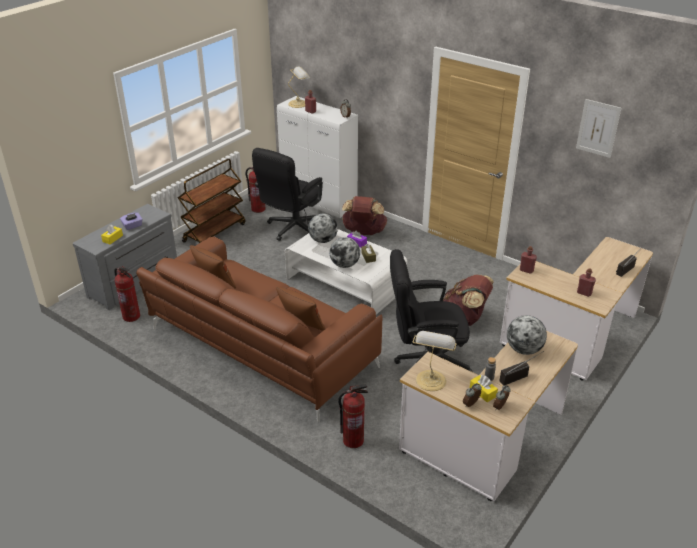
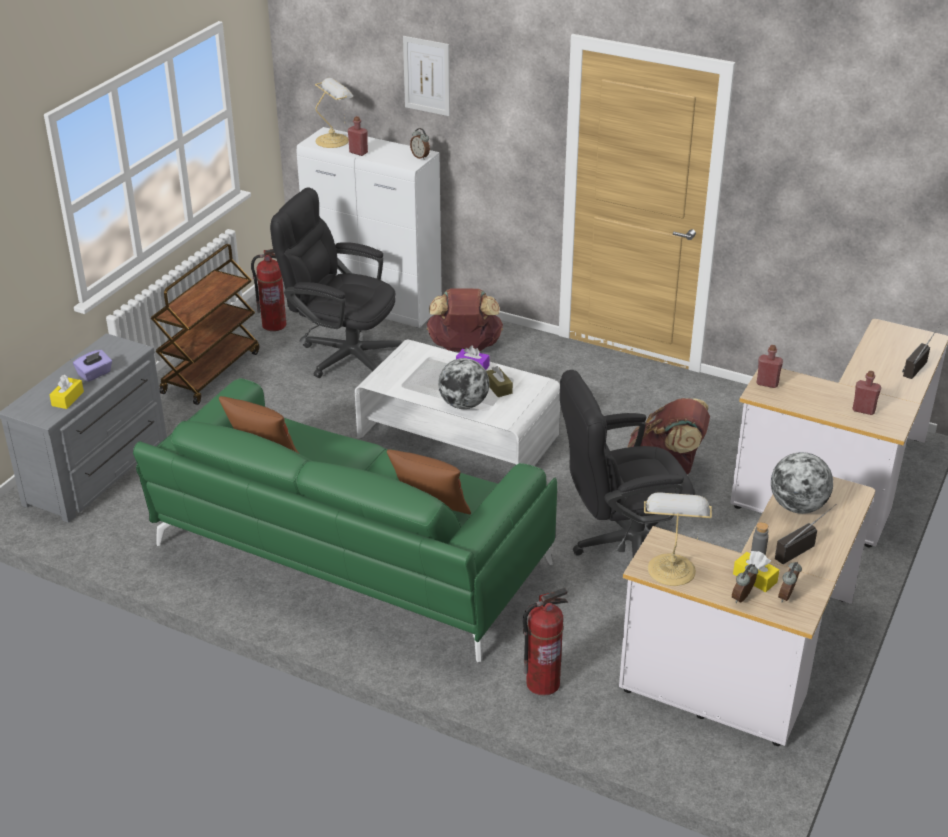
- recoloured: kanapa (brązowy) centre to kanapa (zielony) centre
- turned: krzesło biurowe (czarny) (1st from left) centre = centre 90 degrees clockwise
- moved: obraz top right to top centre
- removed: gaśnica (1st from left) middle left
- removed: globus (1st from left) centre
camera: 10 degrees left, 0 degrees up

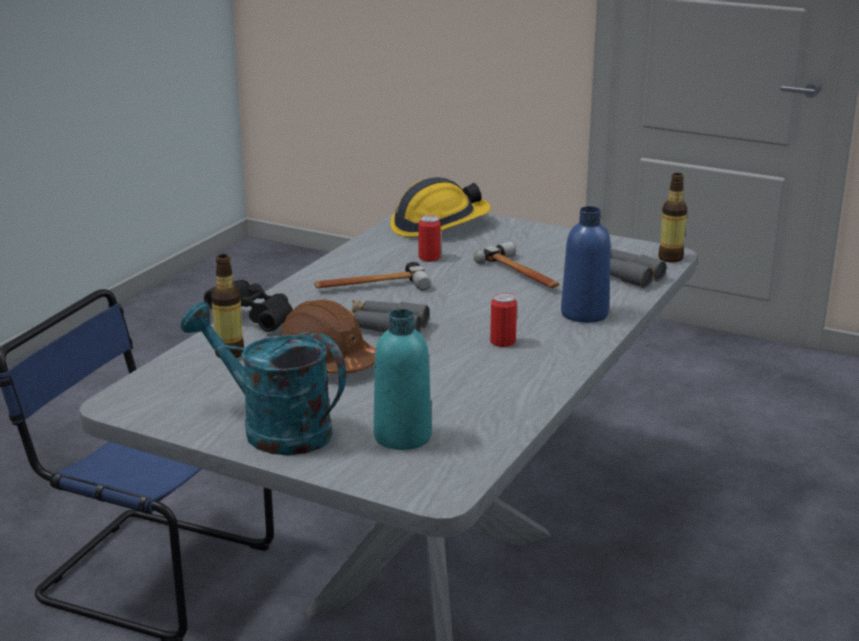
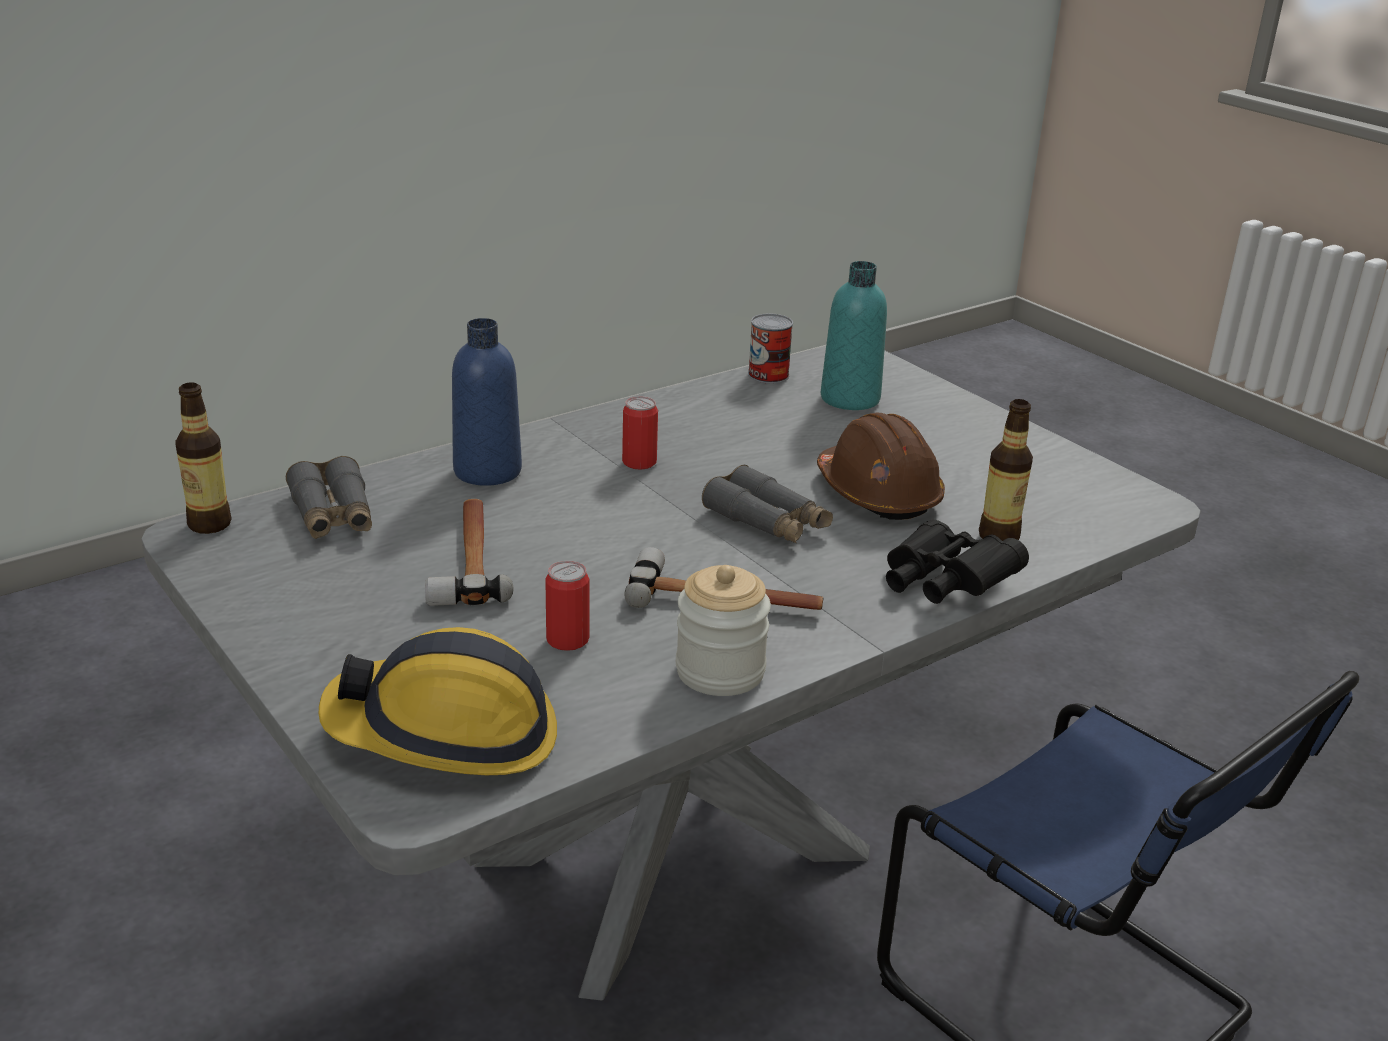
- added: słoik centre
- added: puszka (3rd from left) centre
- removed: konewka (turkusowy) middle left
camera: 155 degrees left, 5 degrees up

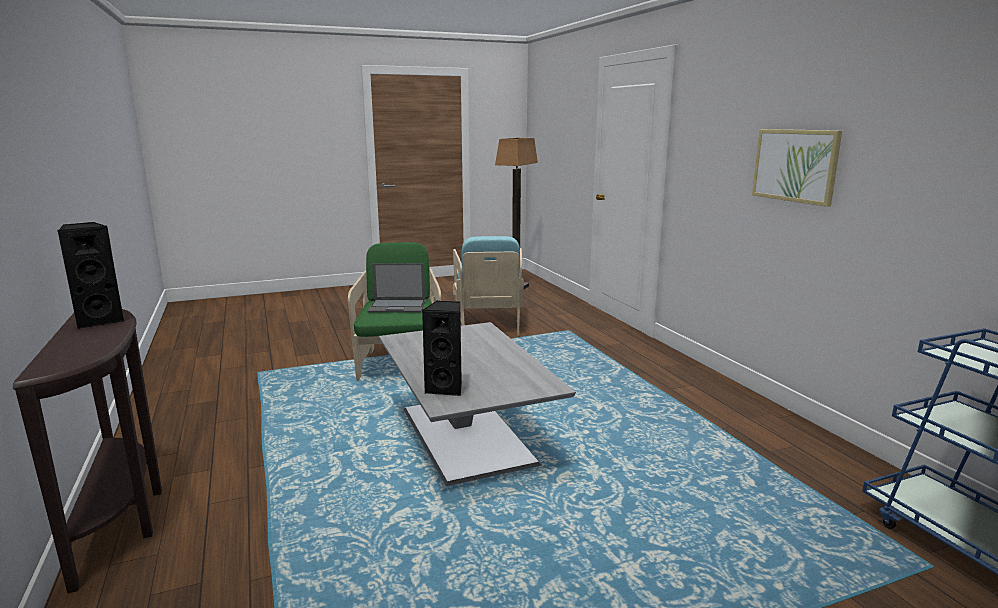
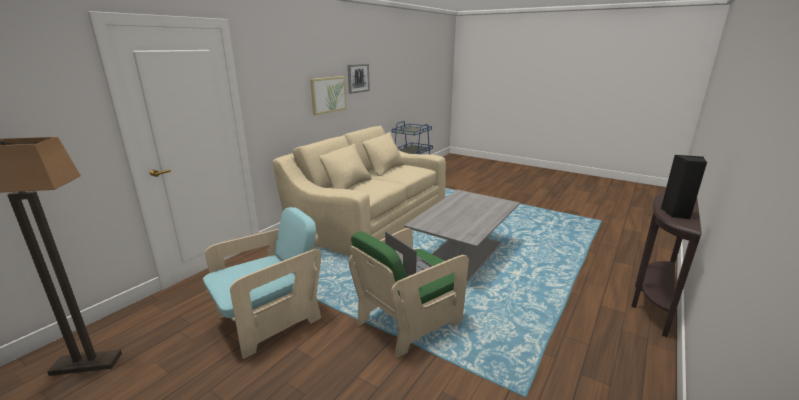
- added: kanapa (beżowy) centre
- added: obraz (2nd from left) top centre
- removed: głośnik (czarny) (2nd from left) centre
camera: 125 degrees left, 5 degrees up

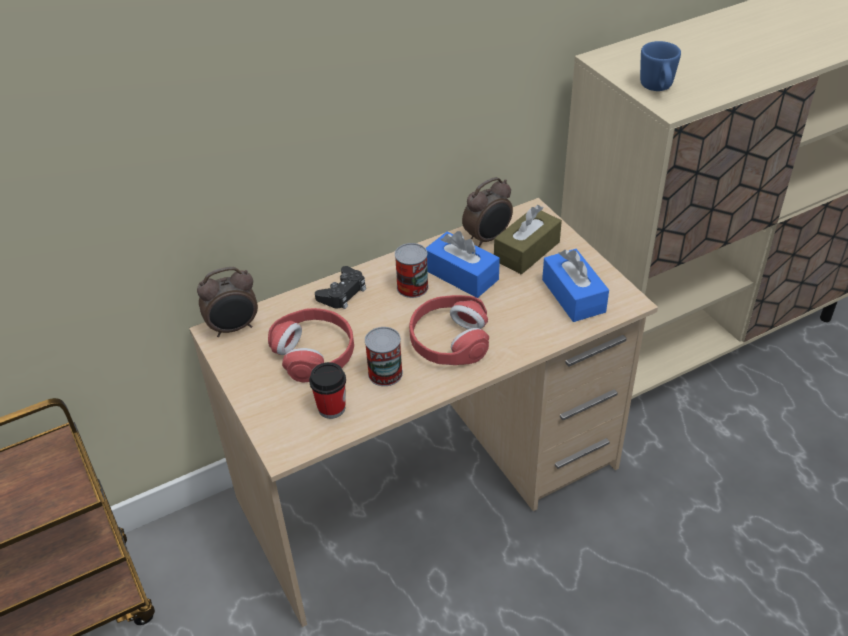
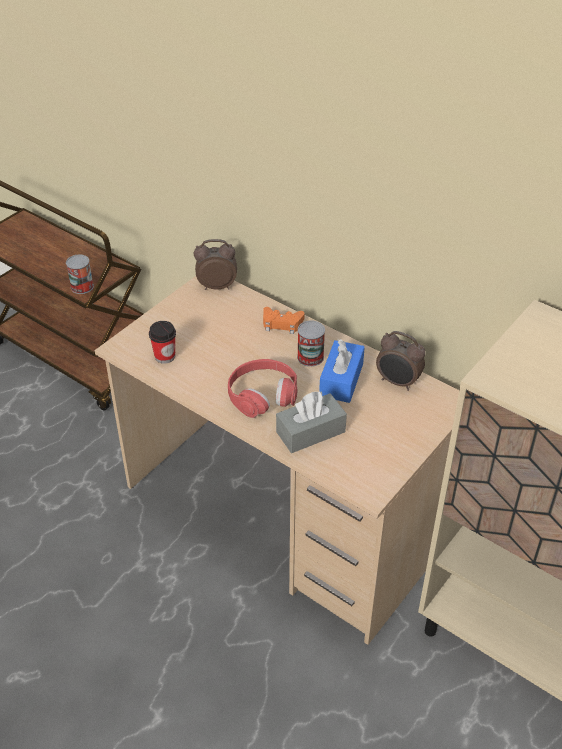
- moved: puszka (1st from left) centre to middle left
- turned: budzik (1st from left) middle left = centre 135 degrees clockwise
- recoloured: pad do gier (czarny) centre to pad do gier (pomarańczowy) centre
- added: pudełko chusteczek (szary) centre
- removed: słuchawki (czerwony) (1st from left) centre
- removed: pudełko chusteczek (brązowy) centre
- removed: pudełko chusteczek (niebieski) (2nd from left) middle right
- removed: kubek (niebieski) top right
camera: 65 degrees right, 0 degrees up

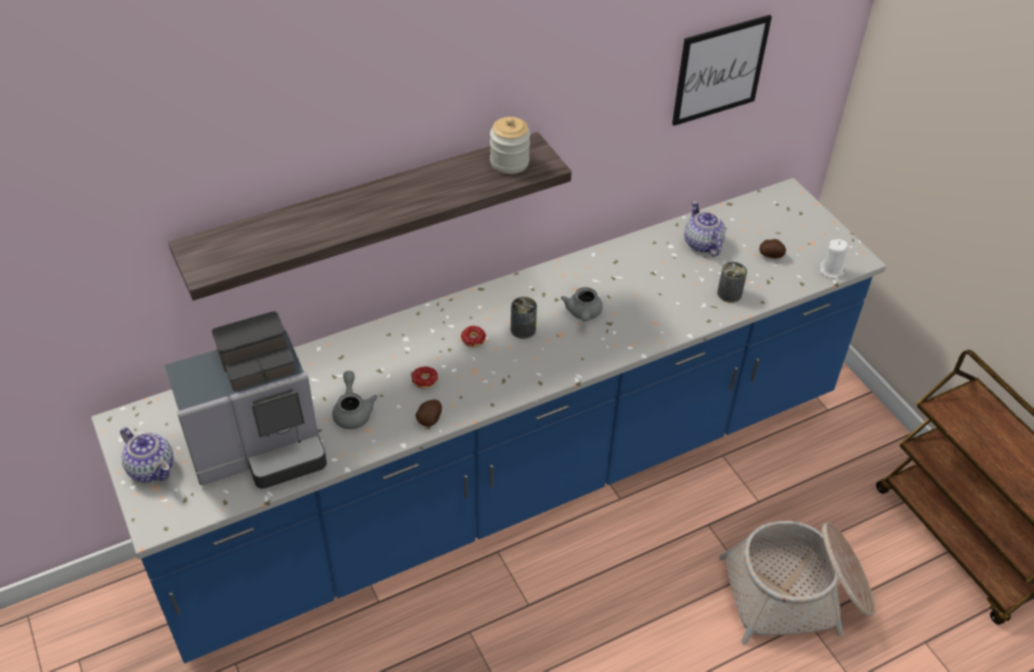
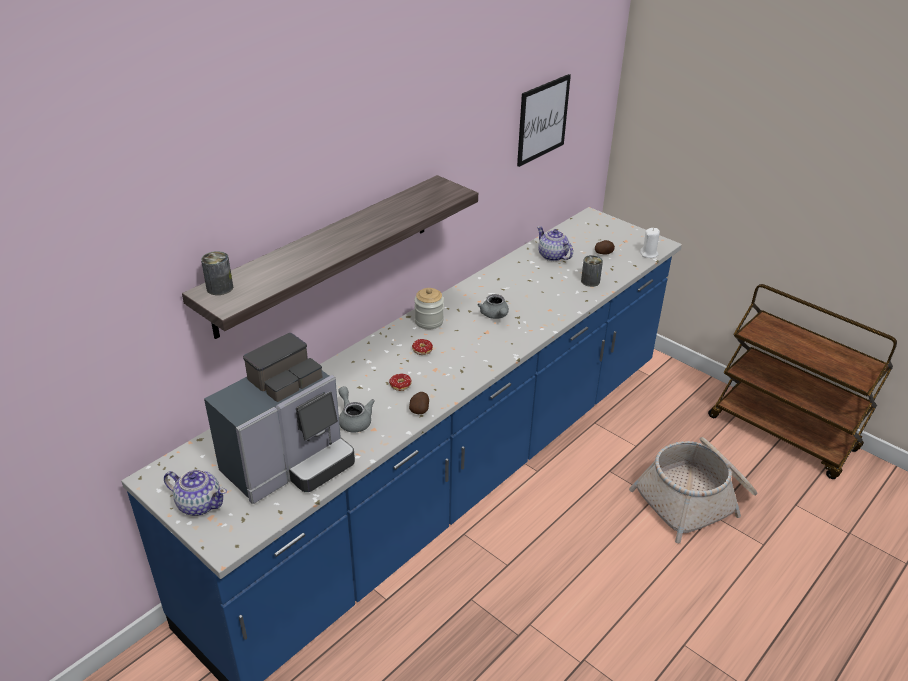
- moved: puszka (1st from left) centre to middle left
- moved: słoik top centre to centre
camera: 20 degrees left, 10 degrees down

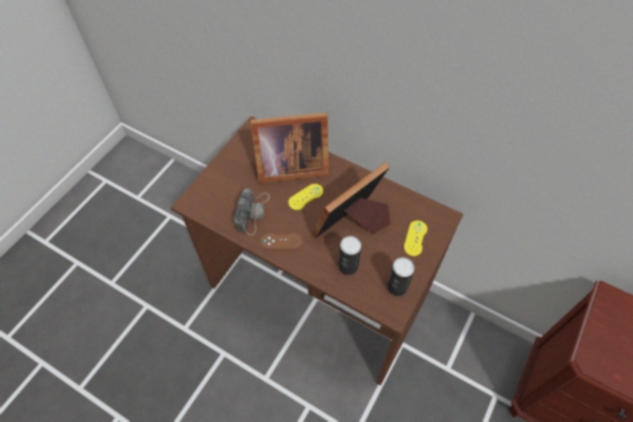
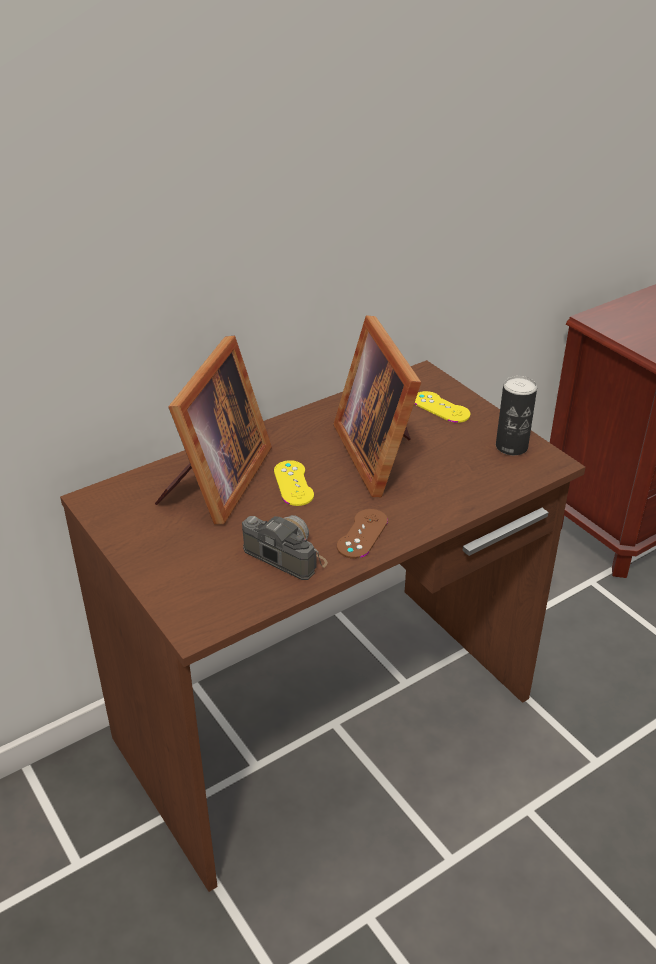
- removed: puszka (1st from left) centre
camera: 65 degrees left, 20 degrees down

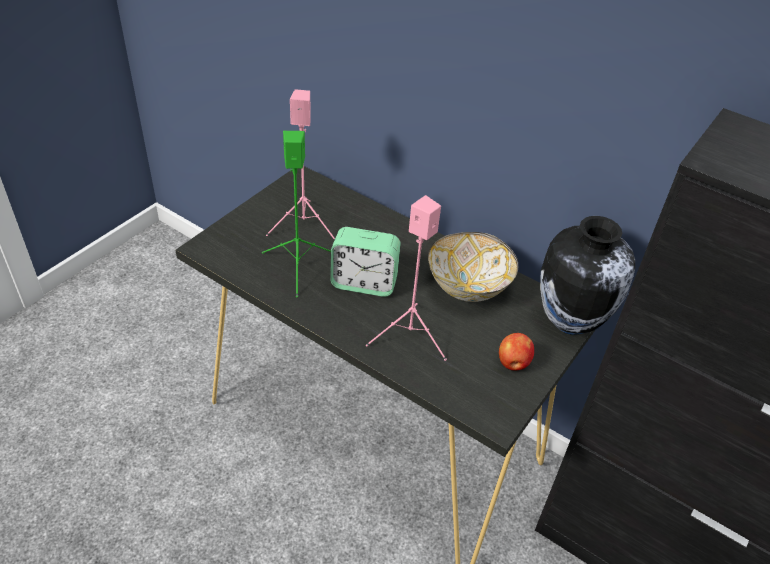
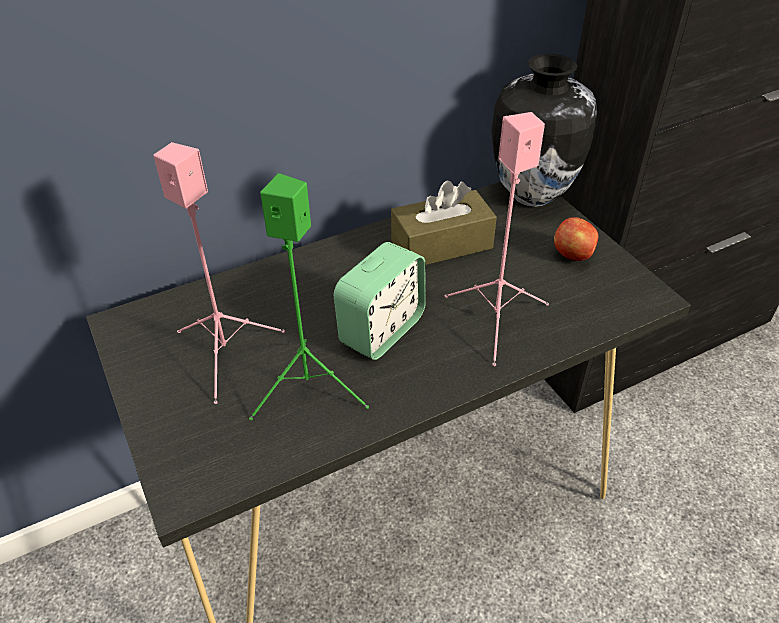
- replaced: miska centre to pudełko chusteczek (brązowy) centre
camera: 60 degrees left, 0 degrees up

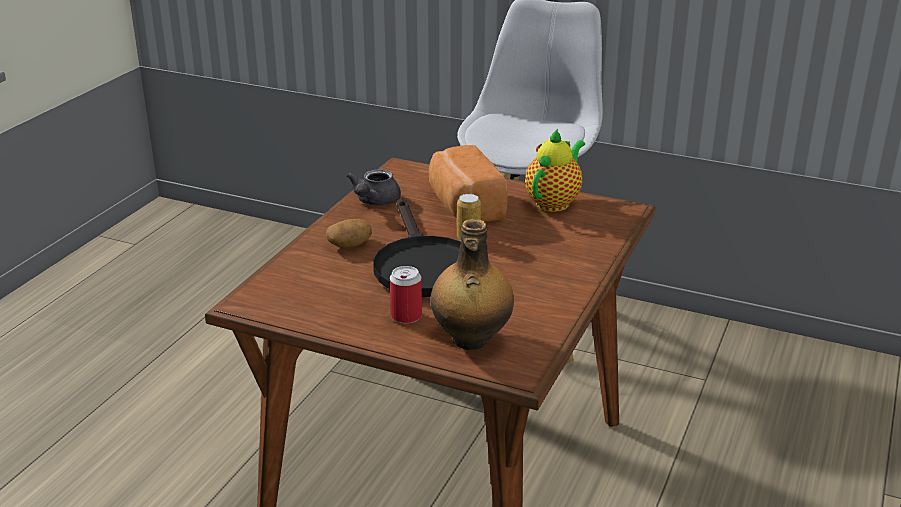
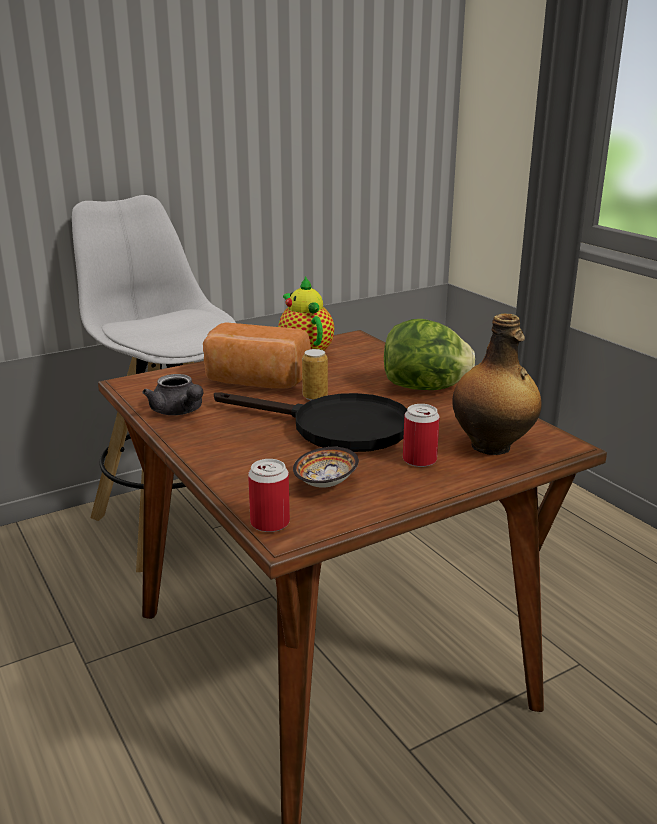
- added: puszka (1st from left) centre
- added: miska centre
- added: sałata centre
- removed: ziemniak centre
camera: 55 degrees left, 5 degrees down

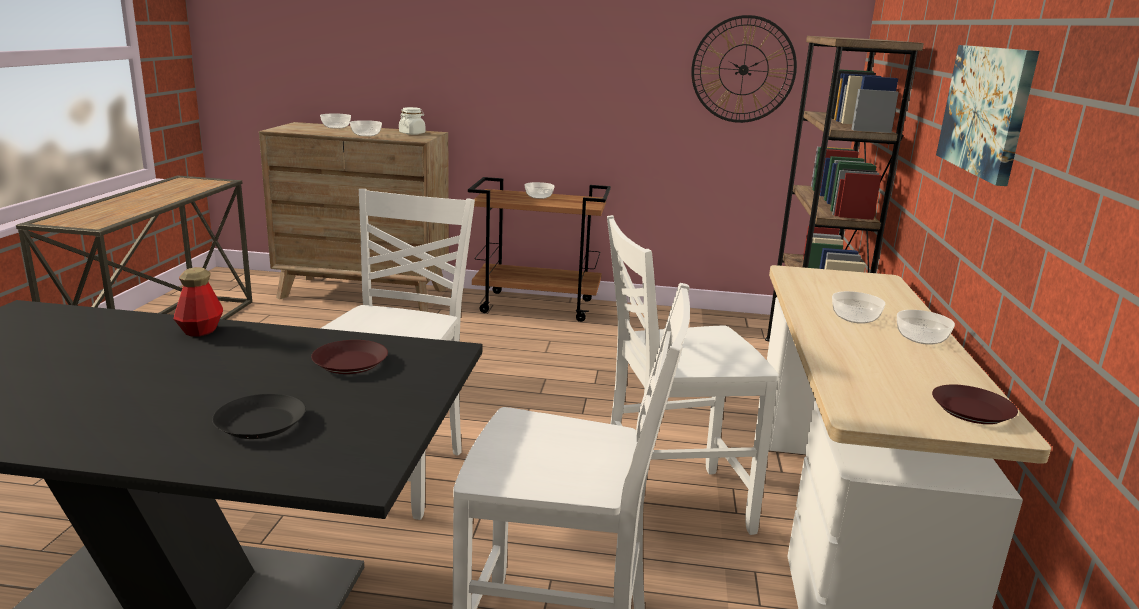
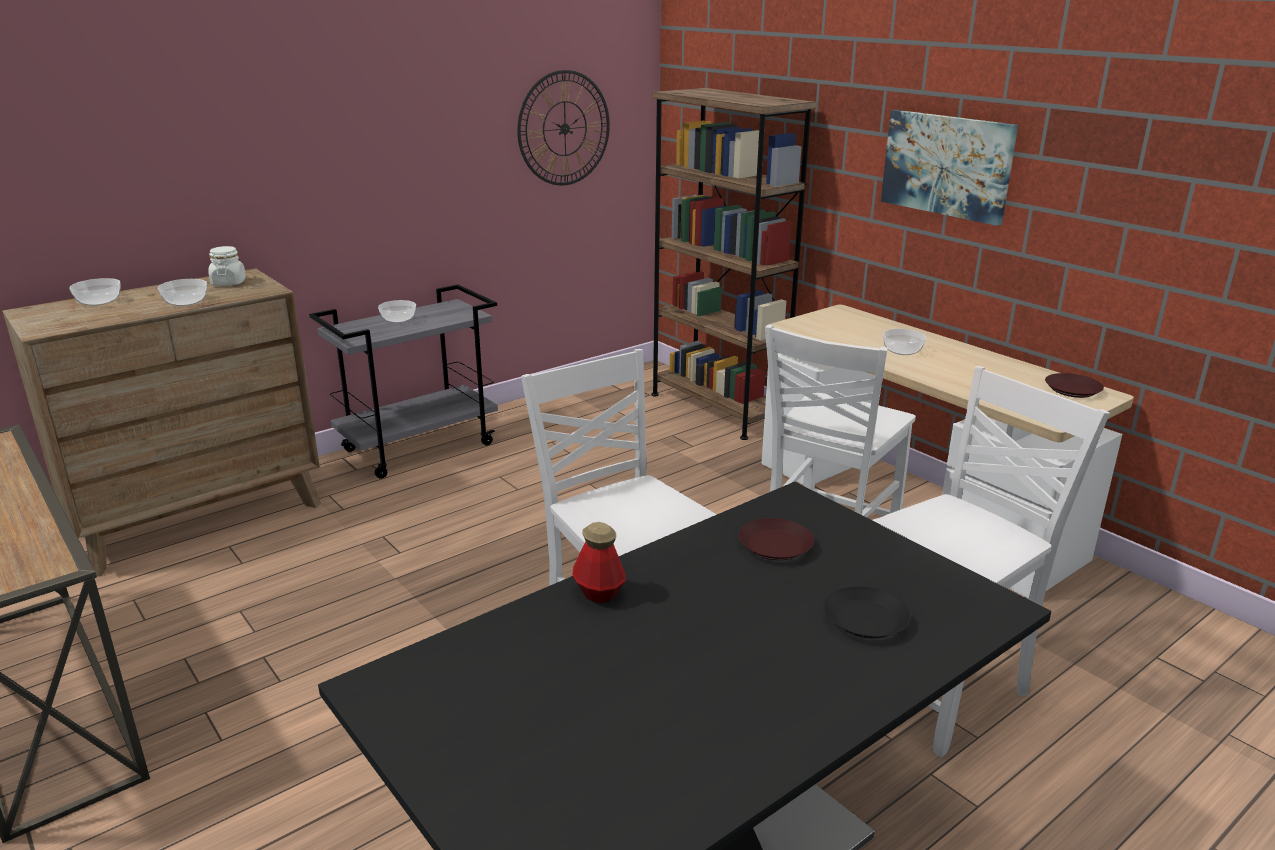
- recoloured: wózek (brązowy) centre to wózek (szary) middle left
- removed: miska (5th from left) middle right
camera: 45 degrees left, 5 degrees up

